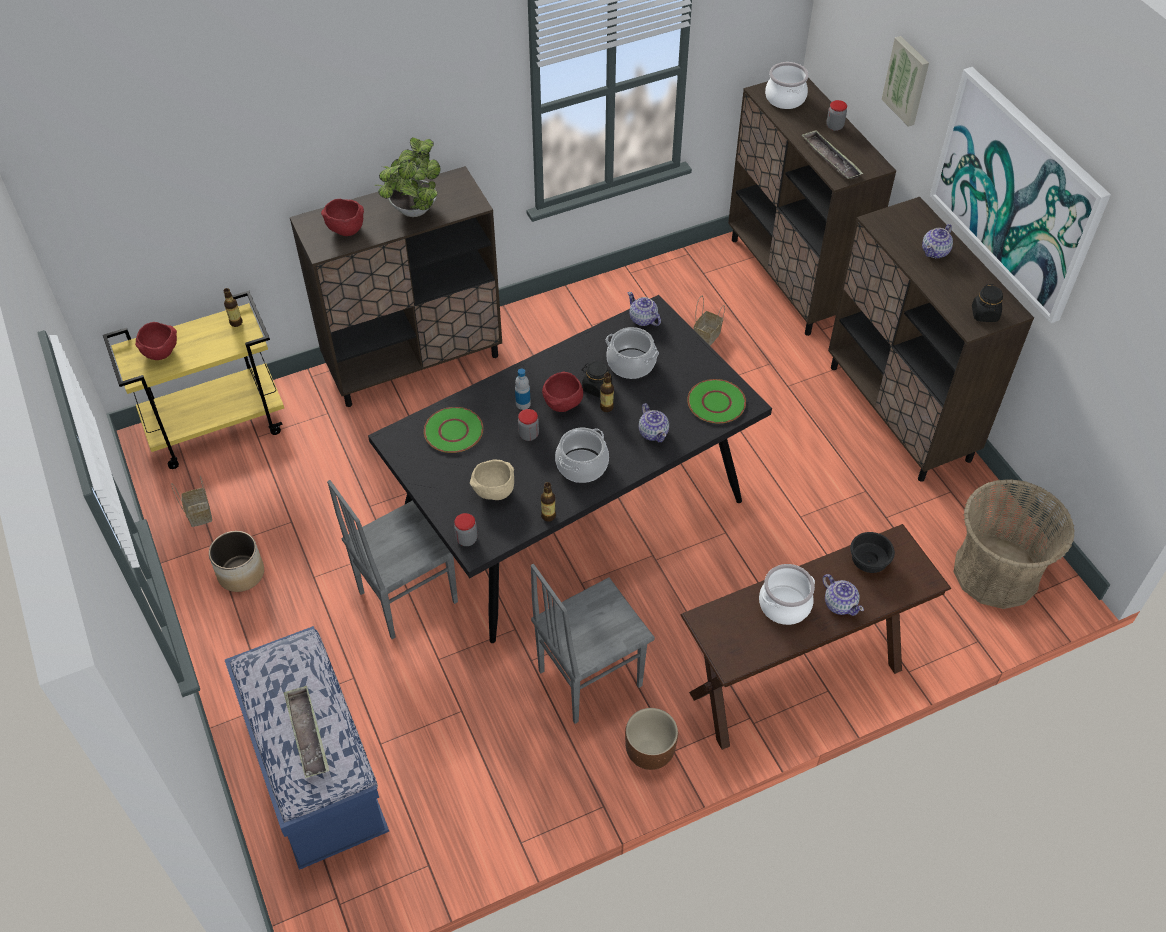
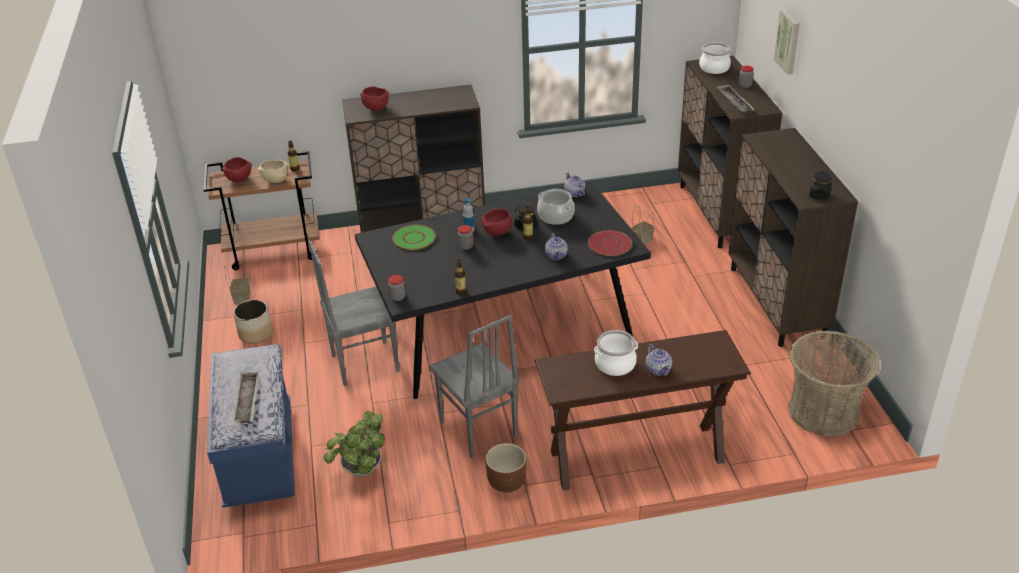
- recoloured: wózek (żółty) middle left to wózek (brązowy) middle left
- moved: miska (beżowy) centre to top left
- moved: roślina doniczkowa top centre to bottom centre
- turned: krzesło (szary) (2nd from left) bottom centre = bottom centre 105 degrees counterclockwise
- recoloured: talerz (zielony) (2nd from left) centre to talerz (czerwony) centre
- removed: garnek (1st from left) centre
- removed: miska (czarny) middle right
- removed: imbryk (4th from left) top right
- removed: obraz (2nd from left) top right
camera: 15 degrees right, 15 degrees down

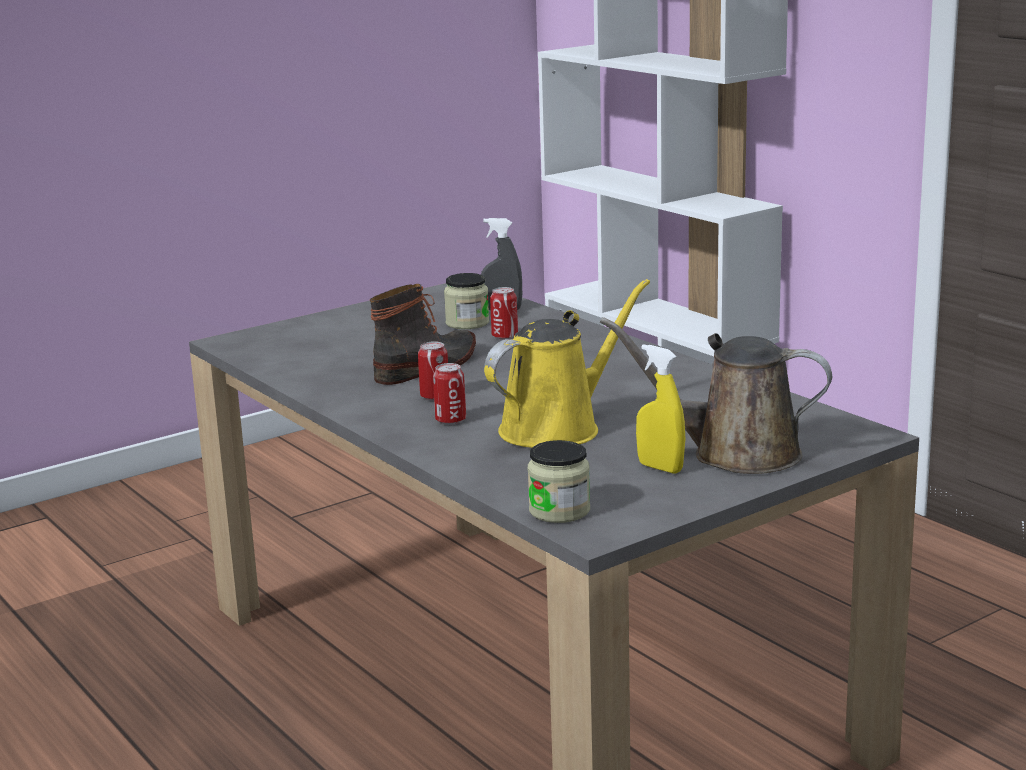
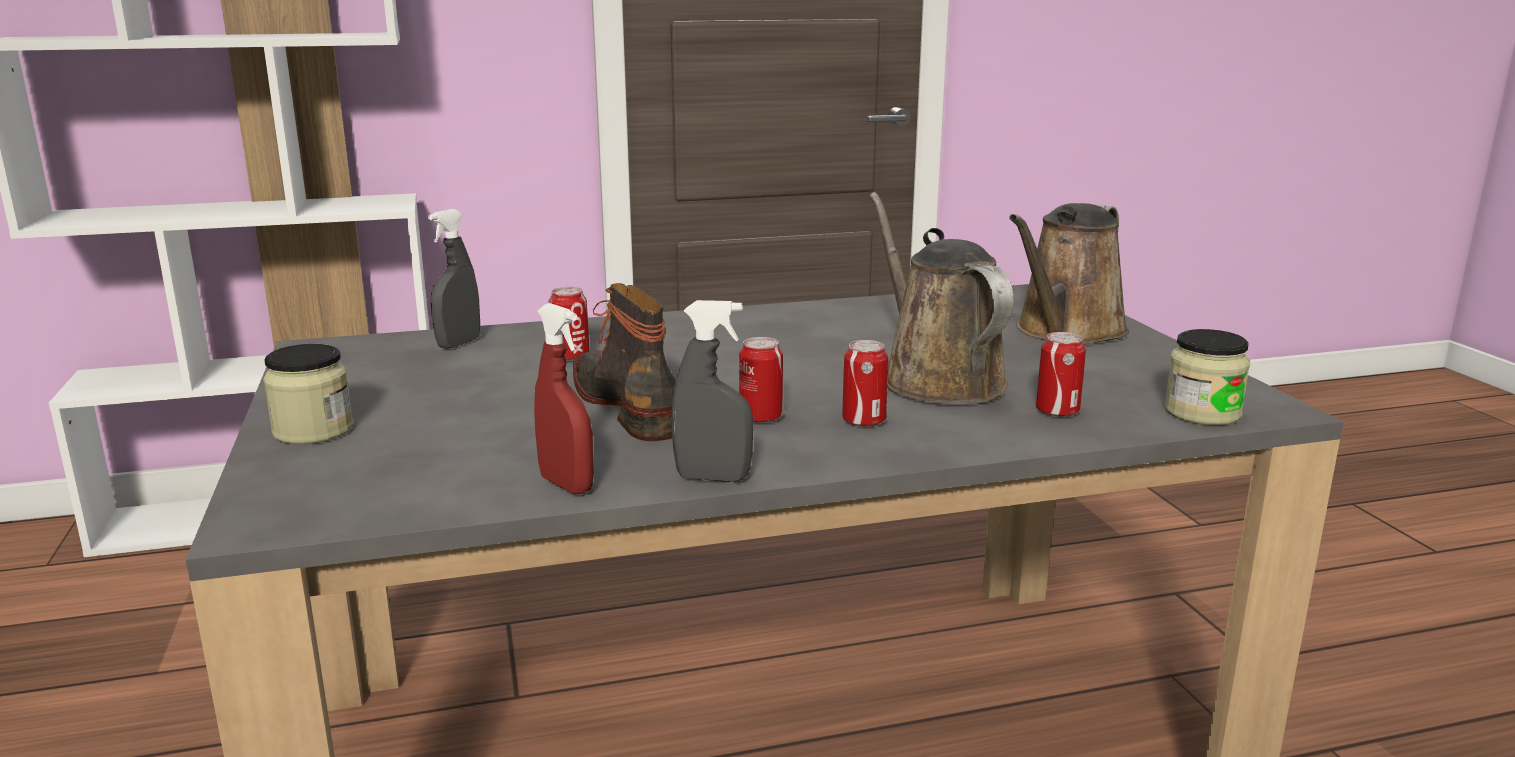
- moved: słoik (1st from left) centre to middle left
- added: spryskiwacz (czerwony) centre
- added: spryskiwacz (szary) (2nd from left) centre
- recoloured: konewka (żółty) centre to konewka (brązowy) (1st from left) centre
- added: puszka (4th from left) middle right
- removed: spryskiwacz (żółty) centre
camera: 70 degrees left, 0 degrees up

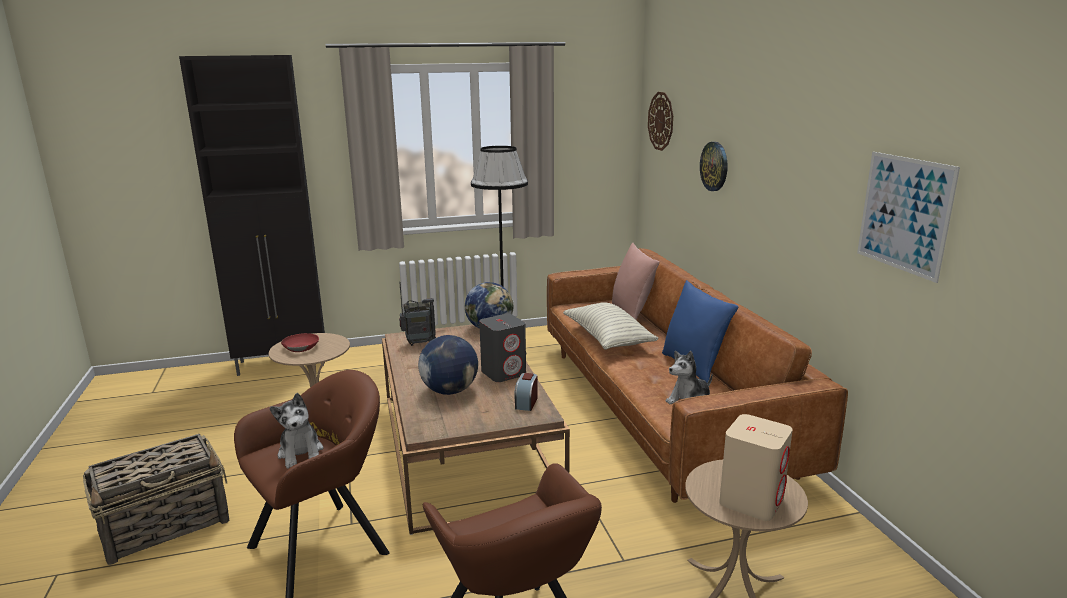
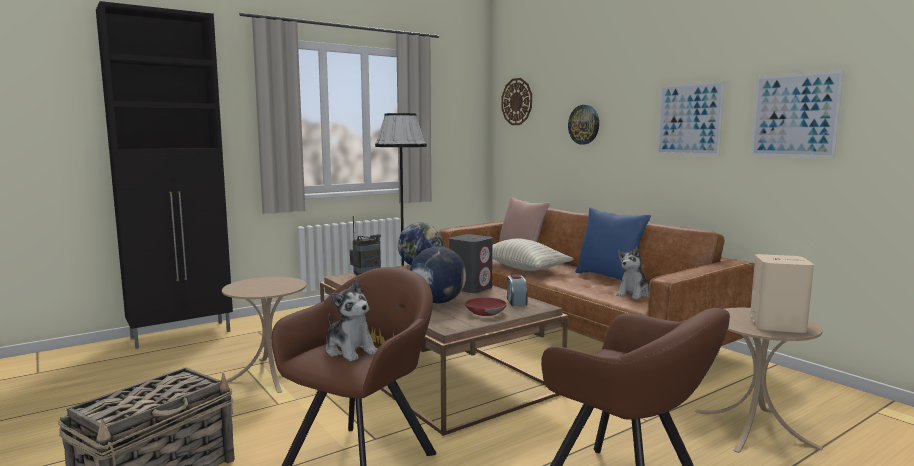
- moved: miska (czerwony) middle left to centre
- added: obraz (1st from left) top right
camera: 20 degrees left, 10 degrees down

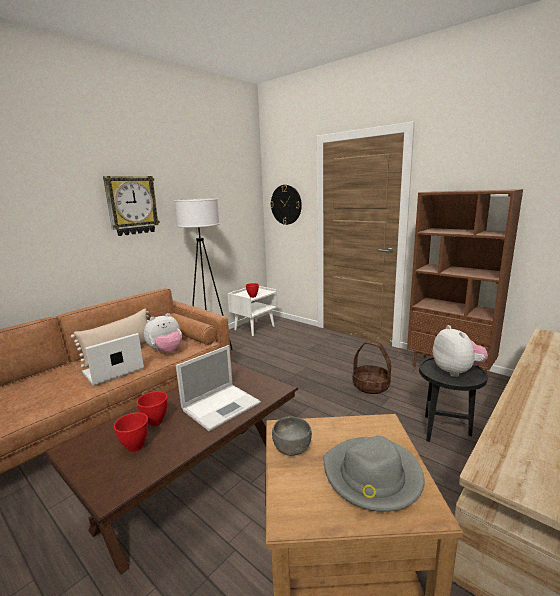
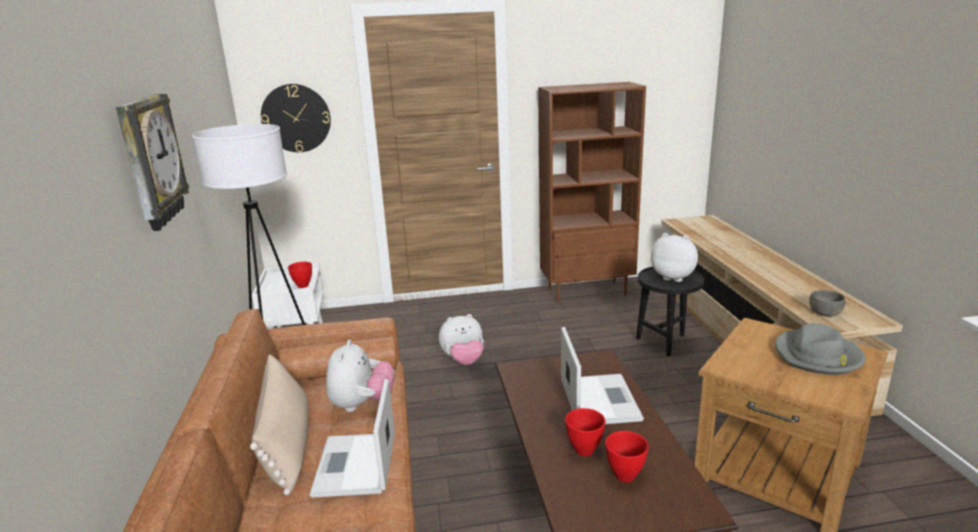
- added: pluszak (2nd from left) centre
- moved: miska (szary) bottom centre to middle right
- removed: koszyk centre
camera: 50 degrees left, 5 degrees up

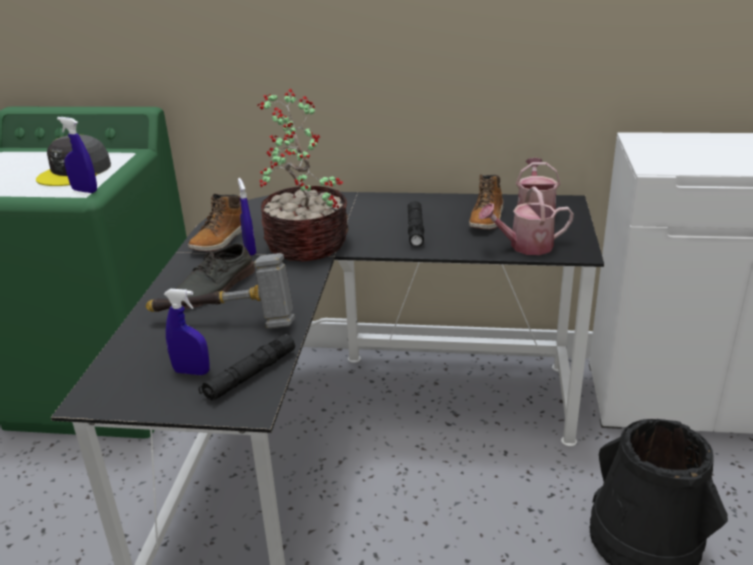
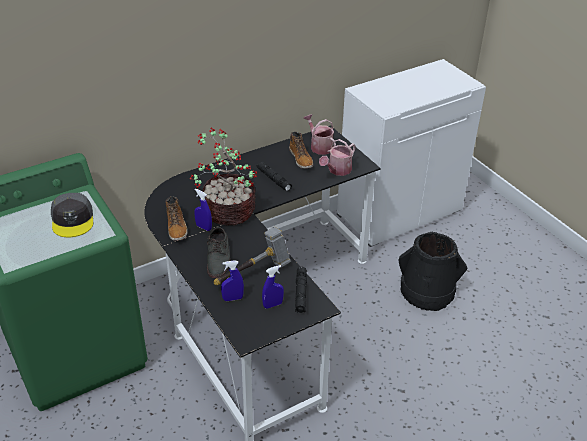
- moved: spryskiwacz (niebieski) (1st from left in the first image) top left to spryskiwacz (niebieski) (2nd from left) centre
camera: 40 degrees left, 10 degrees up

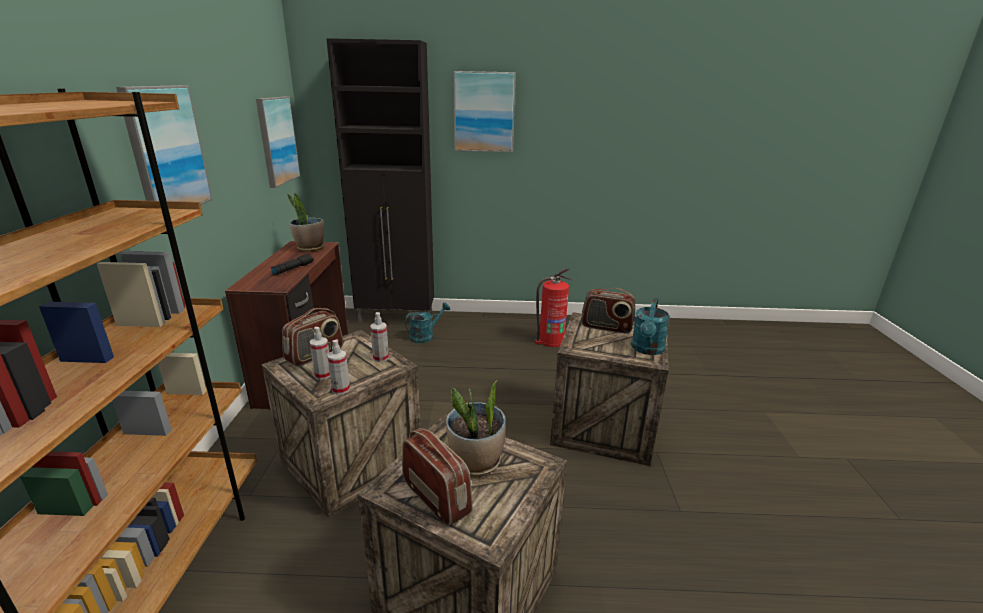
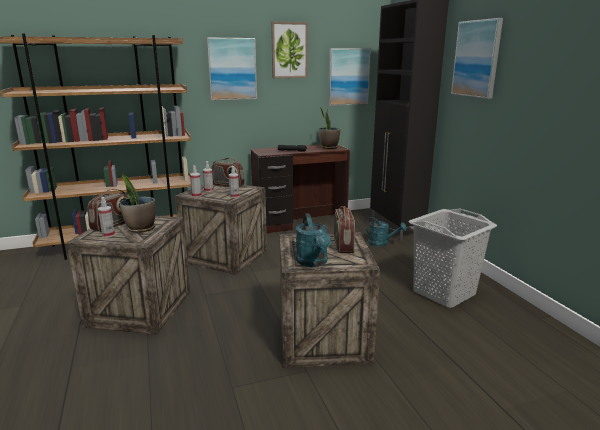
- added: spryskiwacz (1st from left) middle left
- added: obraz (2nd from left) top centre
- turned: konewka (turkusowy) (2nd from left in the first image) centre = centre 105 degrees counterclockwise
- replaced: gaśnica centre to kosz na pranie (szary) middle right
camera: 70 degrees right, 5 degrees down

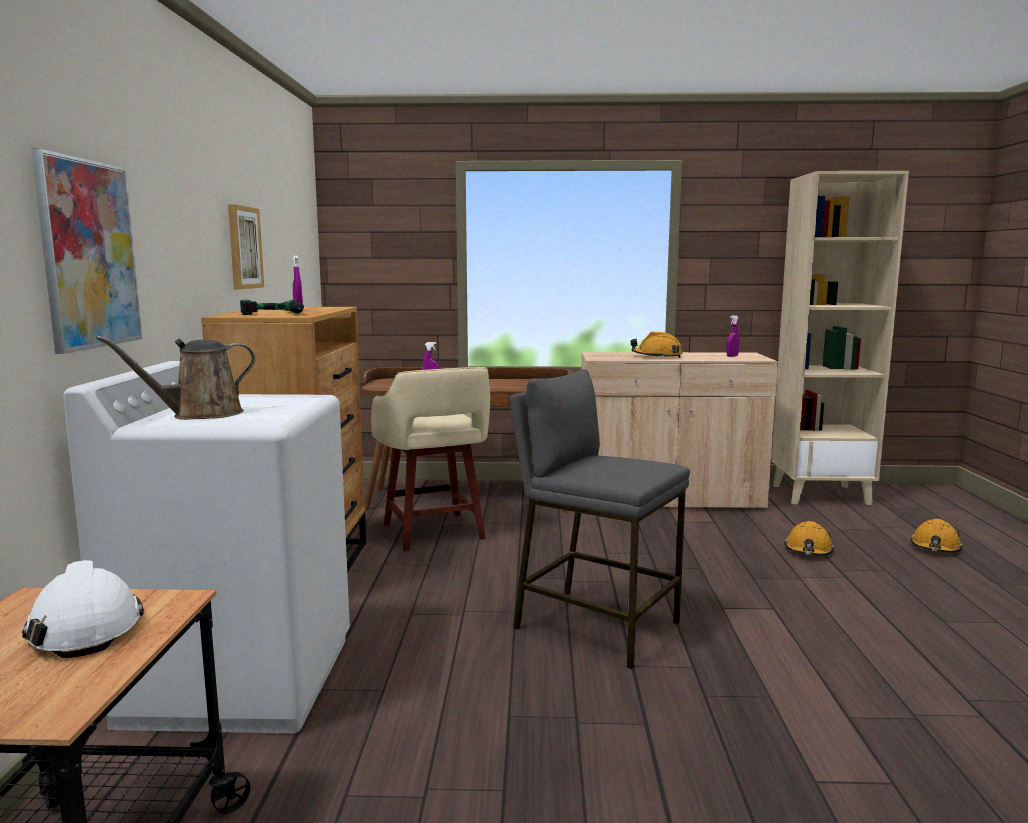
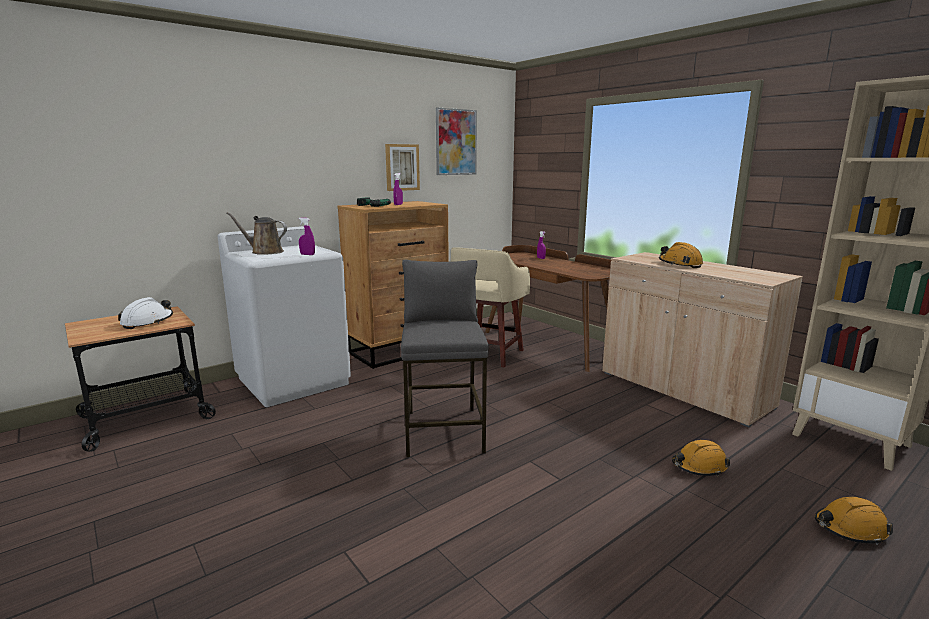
- moved: spryskiwacz (fioletowy) (3rd from left in the first image) middle right to spryskiwacz (fioletowy) (1st from left) middle left
- moved: obraz (1st from left in the first image) top left to obraz (2nd from left) top centre
camera: 50 degrees right, 5 degrees up

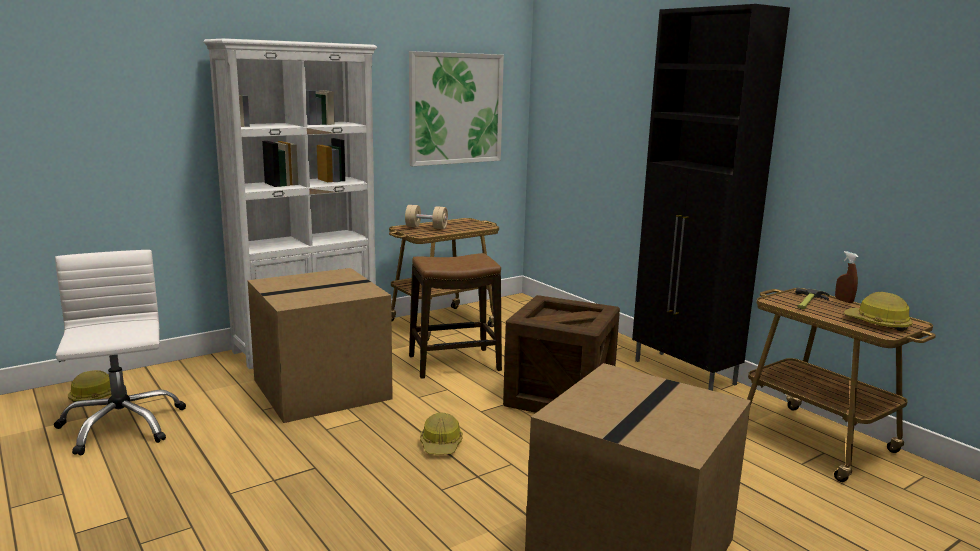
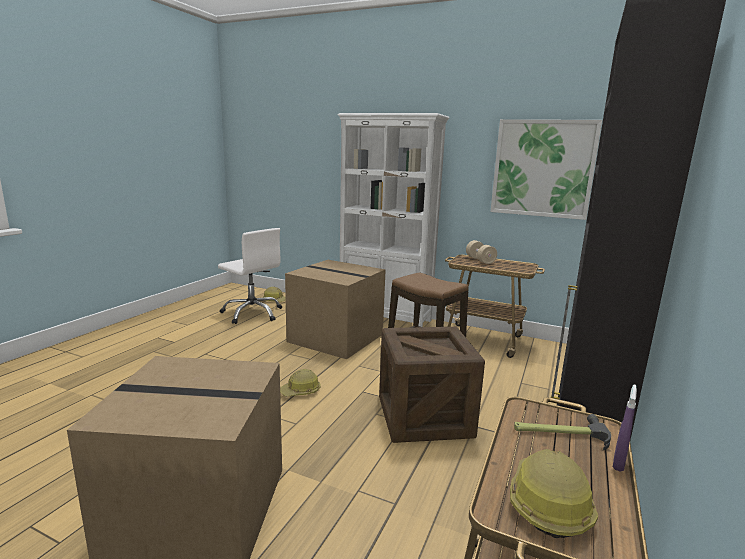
- turned: krzesło biurowe (biały) middle left = centre 90 degrees clockwise
- recoloured: spryskiwacz (brązowy) middle right to spryskiwacz (fioletowy) bottom right
camera: 60 degrees right, 0 degrees up

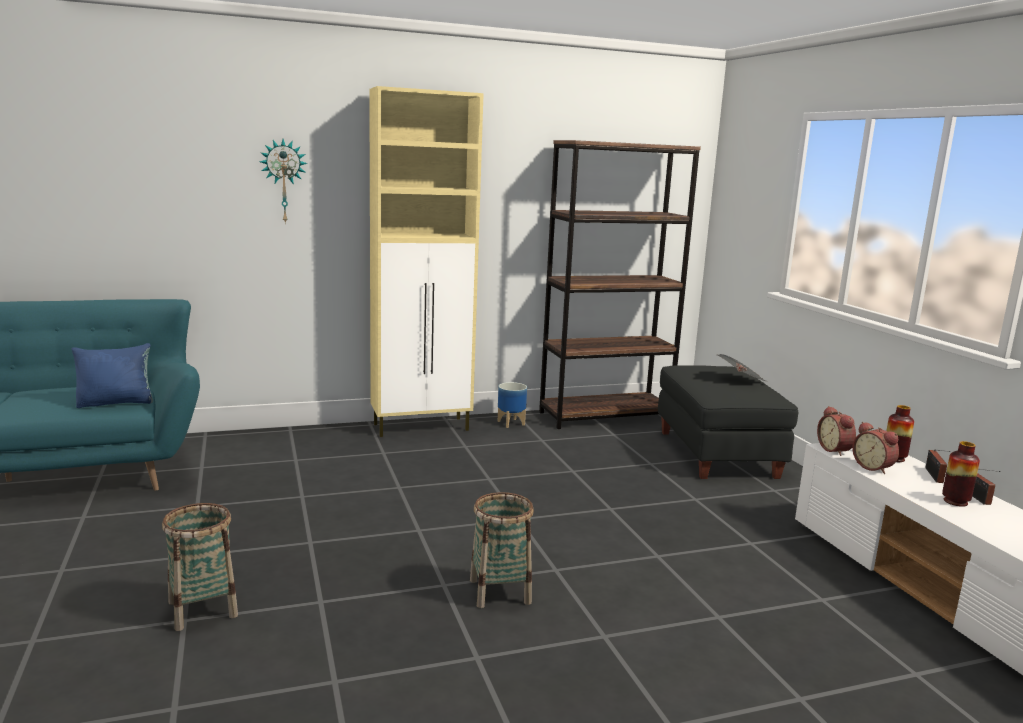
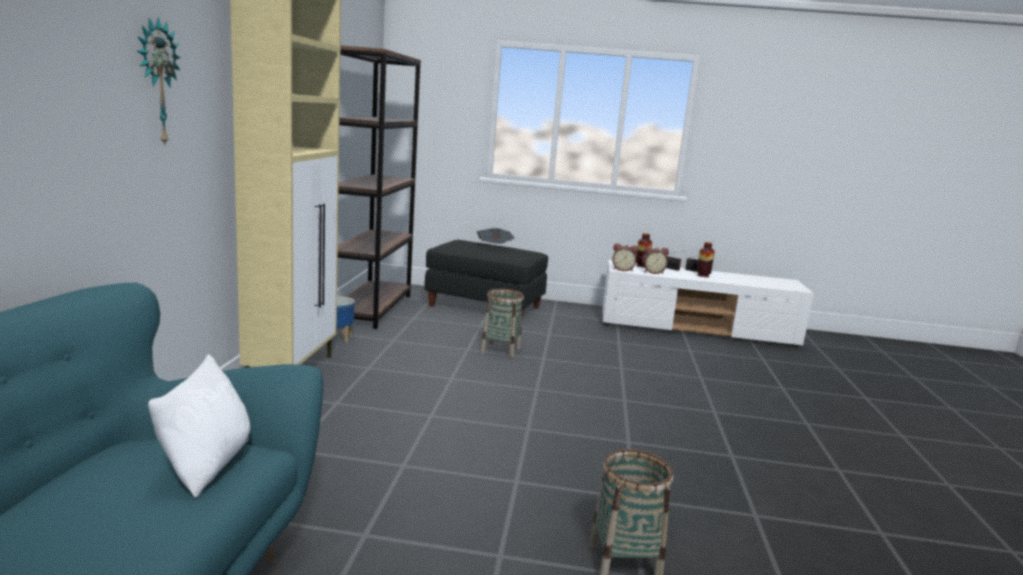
- recoloured: poduszka (niebieski) middle left to poduszka (biały) bottom left
- moved: koszyk (2nd from left in the first image) bottom centre to koszyk (1st from left) centre
camera: 65 degrees left, 0 degrees up

